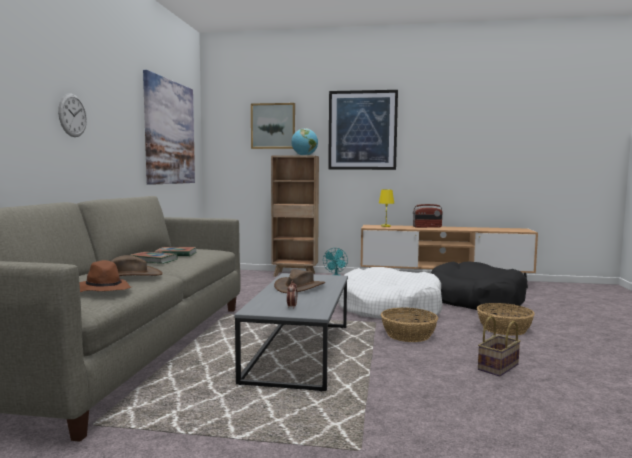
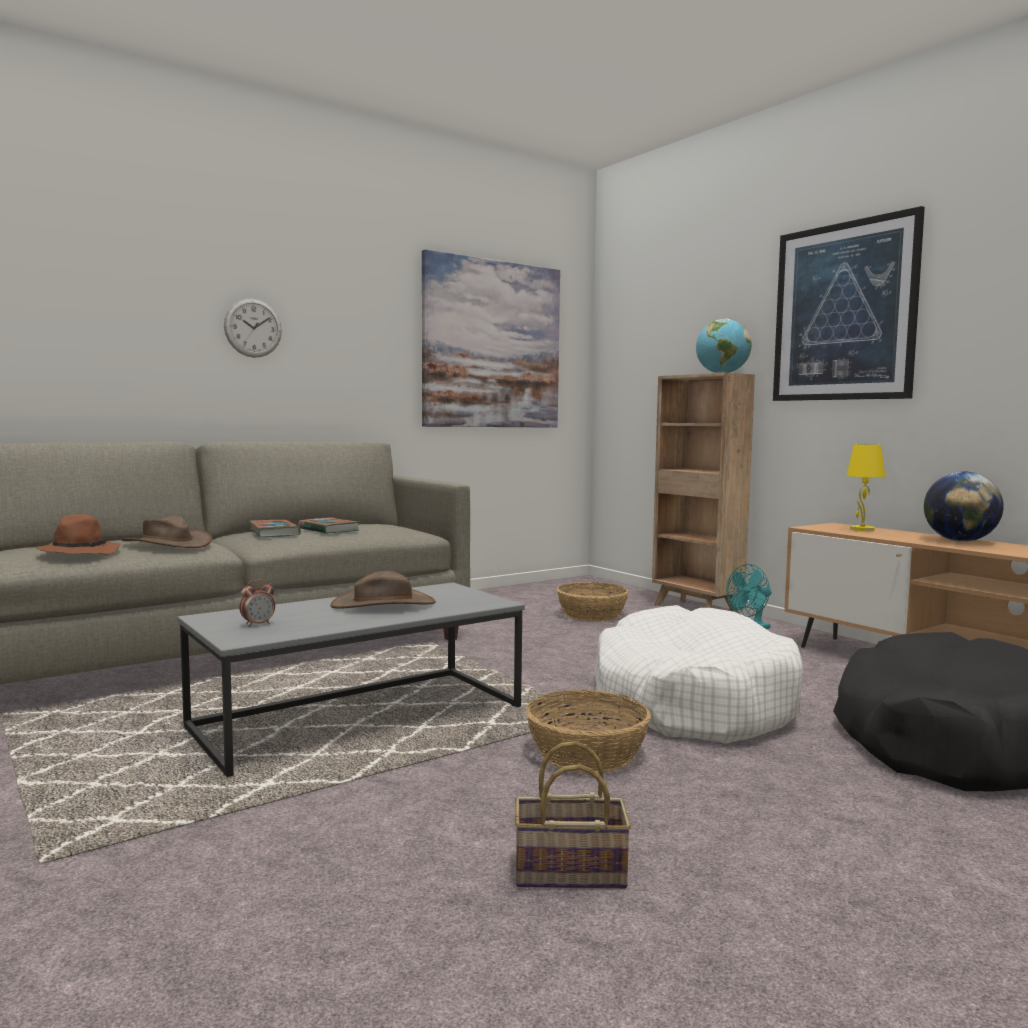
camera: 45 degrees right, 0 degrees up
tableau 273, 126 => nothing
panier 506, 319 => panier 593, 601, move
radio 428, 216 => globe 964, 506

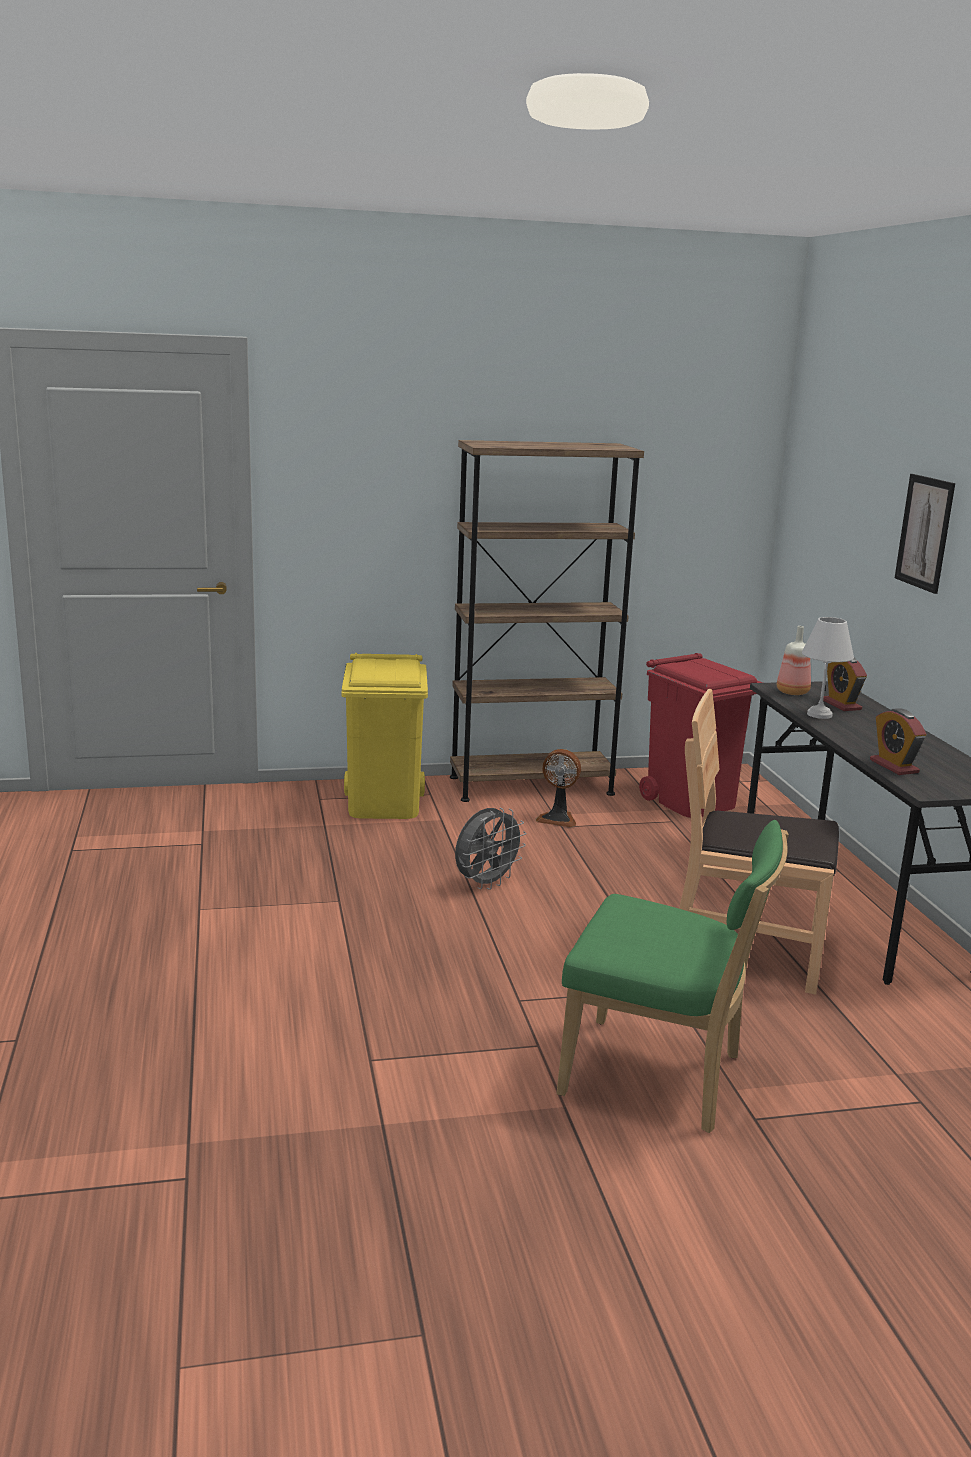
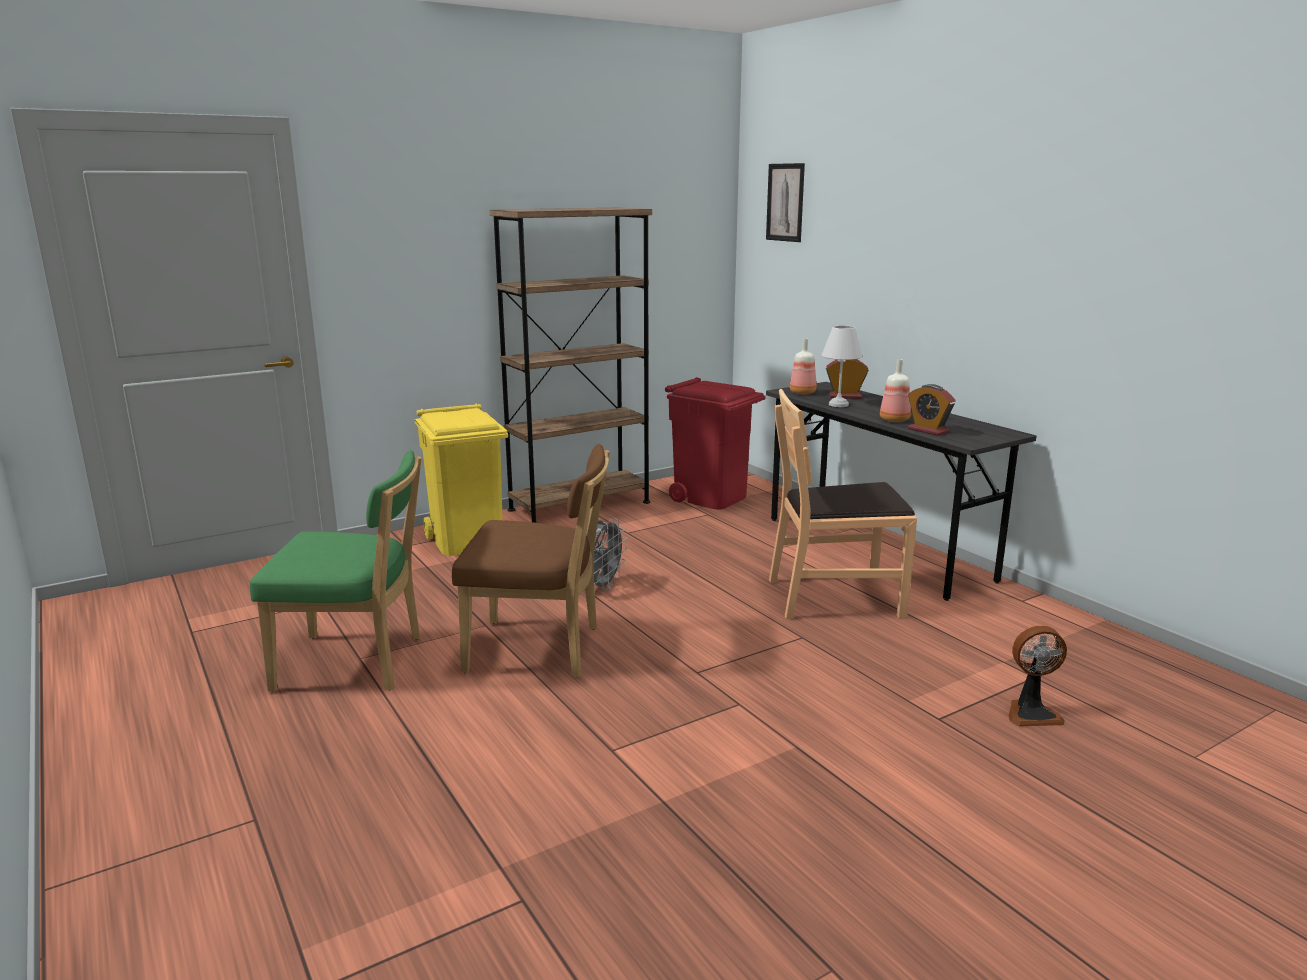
camera: 20 degrees left, 0 degrees up
nothing => chaise [marron] 531, 560
nothing => bouteille 895, 390
ventilateur 558, 788 => ventilateur 1038, 676, move
chaise [vert] 673, 976 => chaise [vert] 335, 571, move
tableau 925, 534 => tableau 785, 202, move
réveil 845, 684 => réveil 847, 379, 135 degrees clockwise

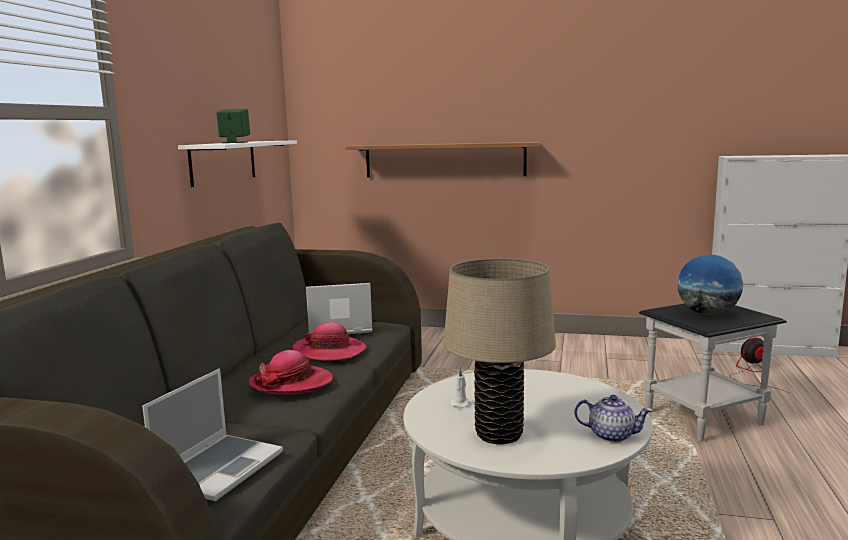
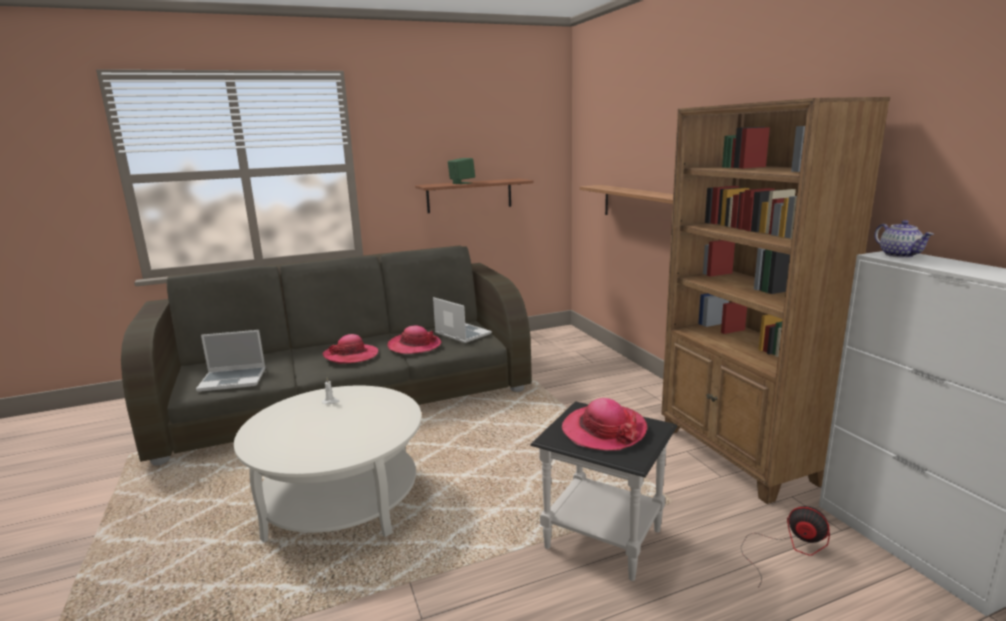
camera: 55 degrees right, 5 degrees up
lampe de table [beige] 499, 351 => nothing
nothing => bibliothèque [marron] 775, 300
théière 613, 419 => théière 904, 239, move
globe 711, 285 => chapeau 604, 424
étagère [blanc] 237, 163 => étagère [marron] 474, 195

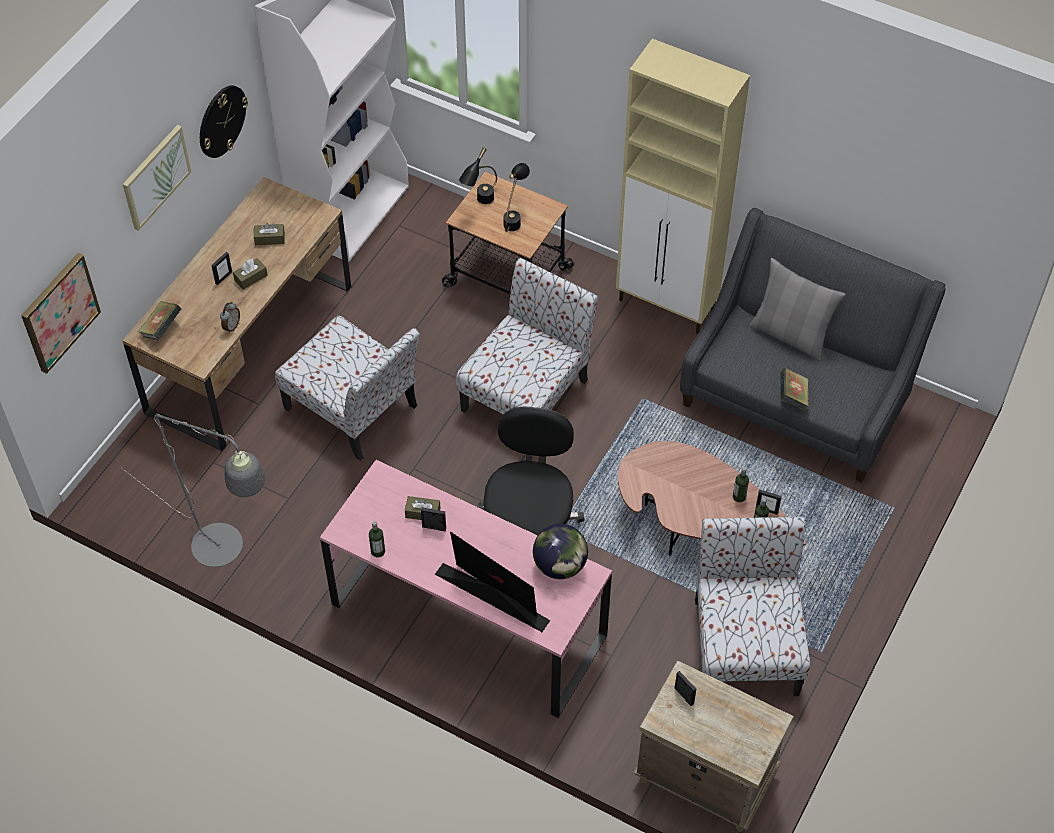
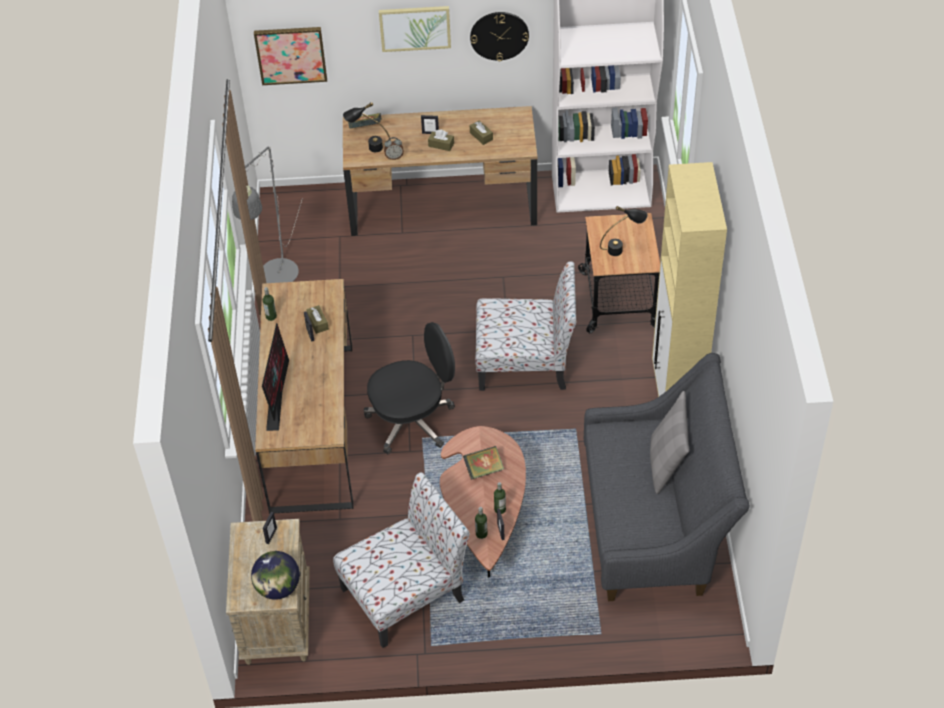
camera: 60 degrees right, 5 degrees down
chaise 347, 388 => nothing
lampe de table [noir] 478, 175 => lampe de table [noir] 366, 127, move
globe 560, 551 => globe 275, 575, move
livre 794, 389 => livre 483, 463, move
bureau [rose] 466, 589 => bureau [marron] 304, 396

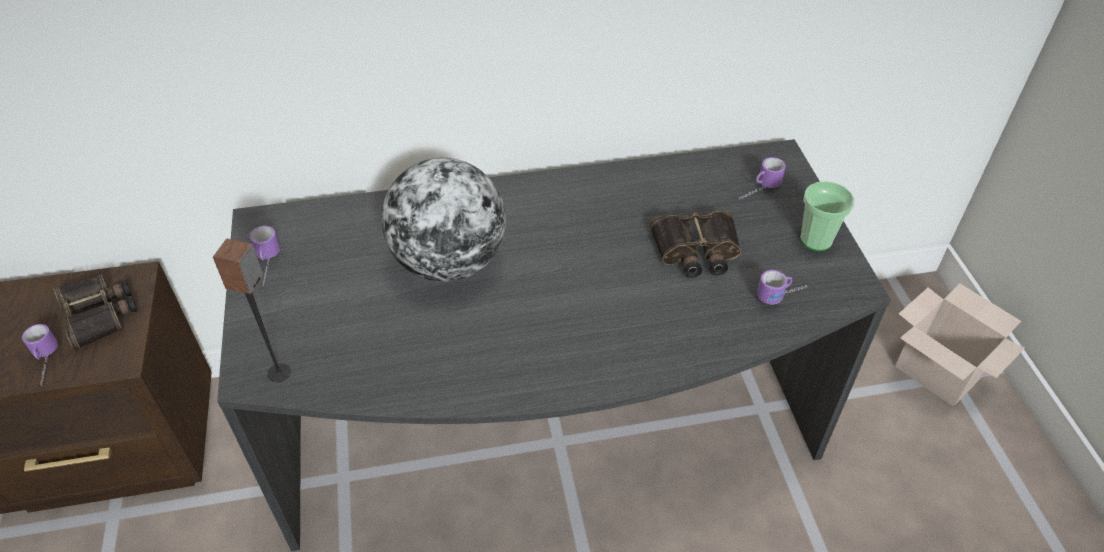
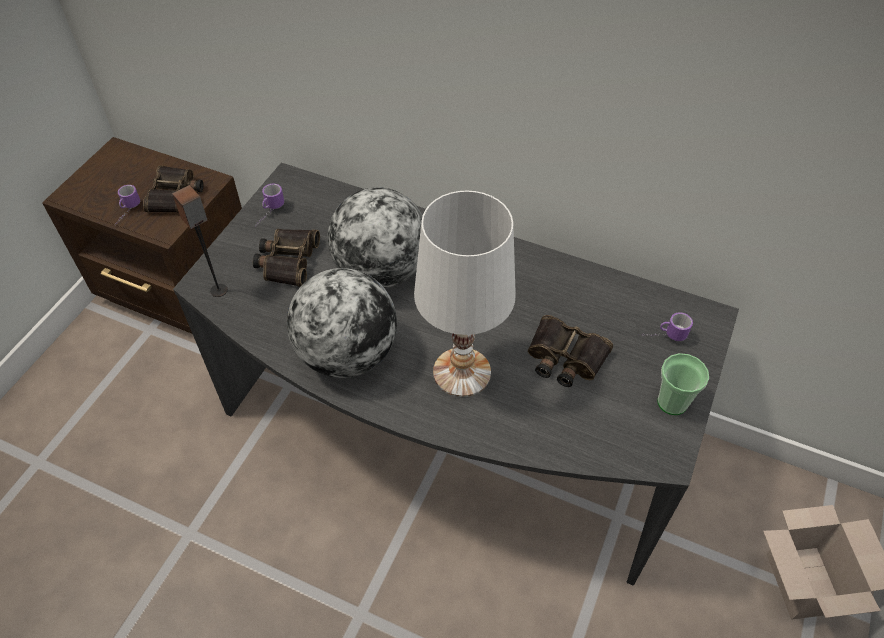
camera: 35 degrees right, 5 degrees up
mug 782, 287 => nothing
nothing => jumelles 286, 258
nothing => globe 342, 323
nothing => lampe de table [blanc] 465, 294

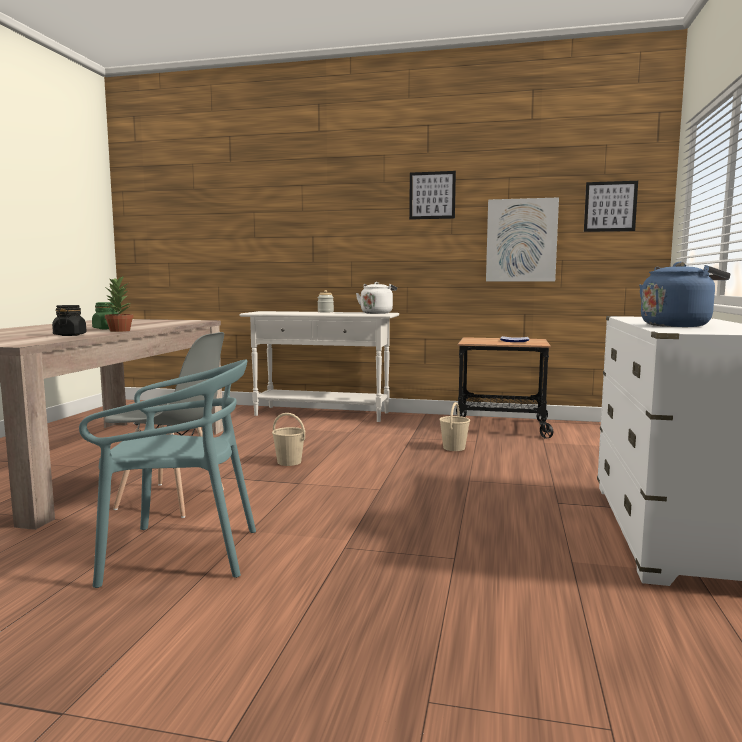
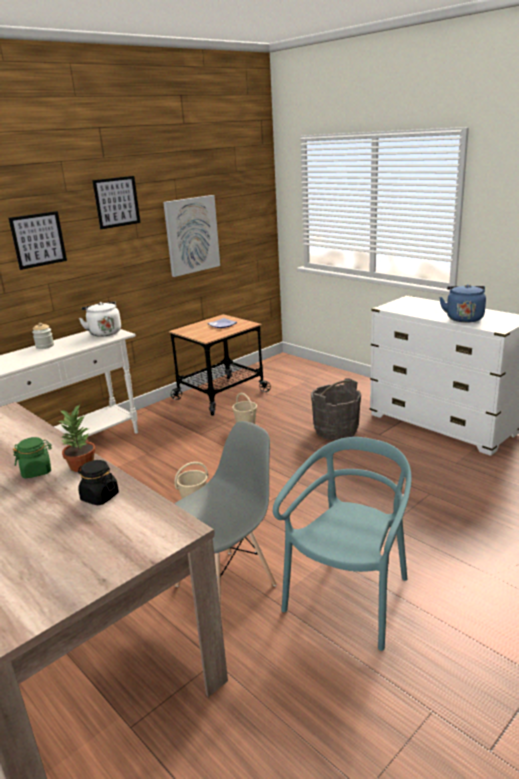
camera: 55 degrees left, 15 degrees up
nothing => seau [gris] 336, 409
tableau 611, 206 => tableau 38, 240, move

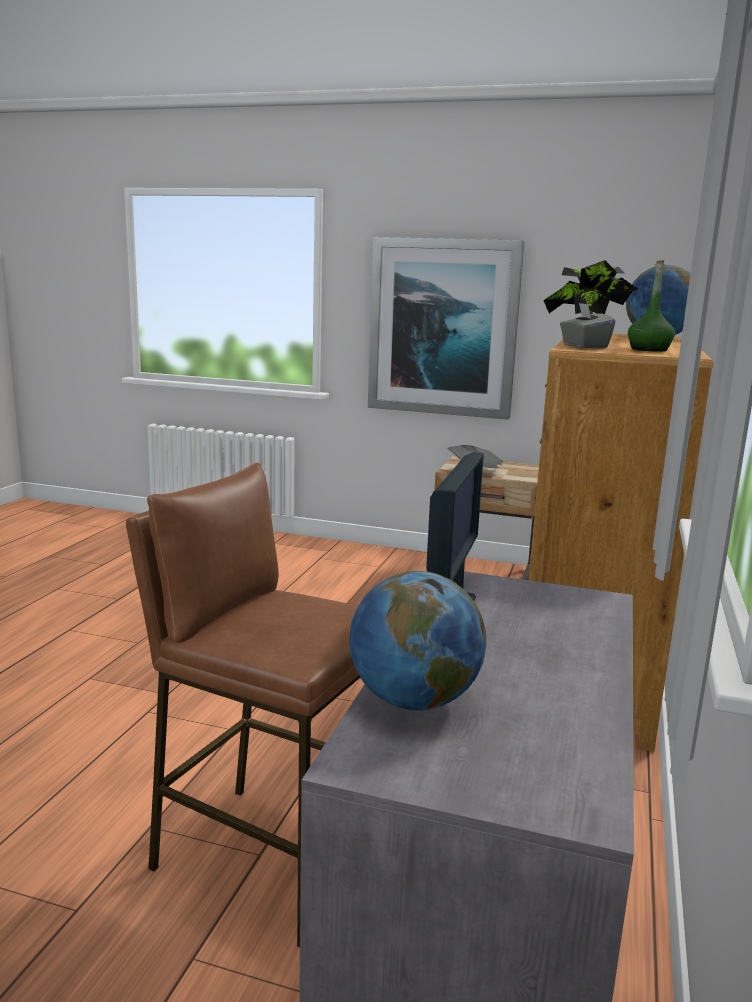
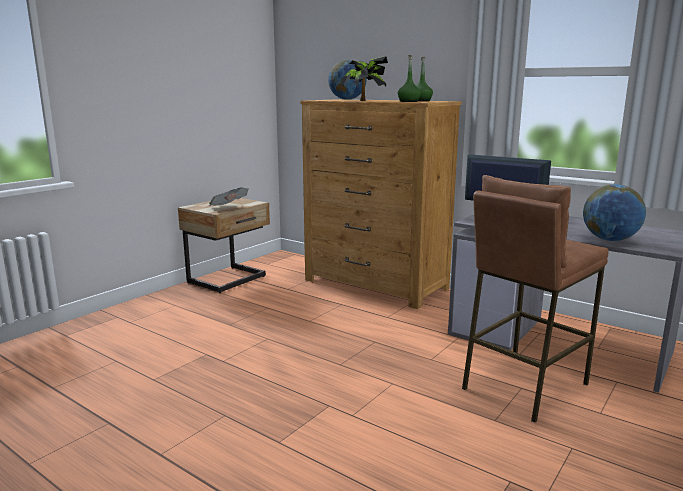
camera: 70 degrees left, 0 degrees up
tableau 446, 328 => nothing
boîte à mouchoirs [gris] 587, 325 => bouteille [vert] 409, 78

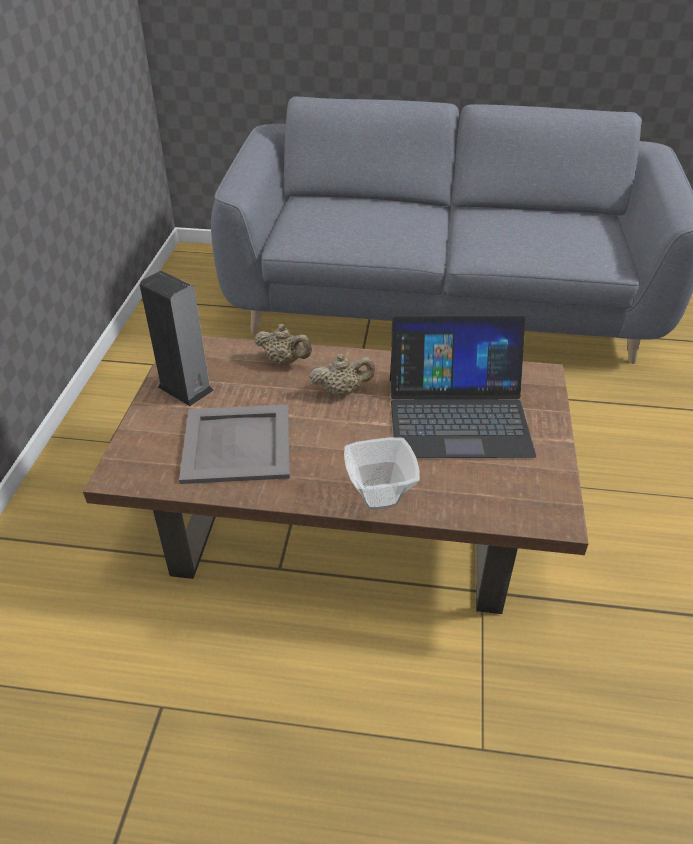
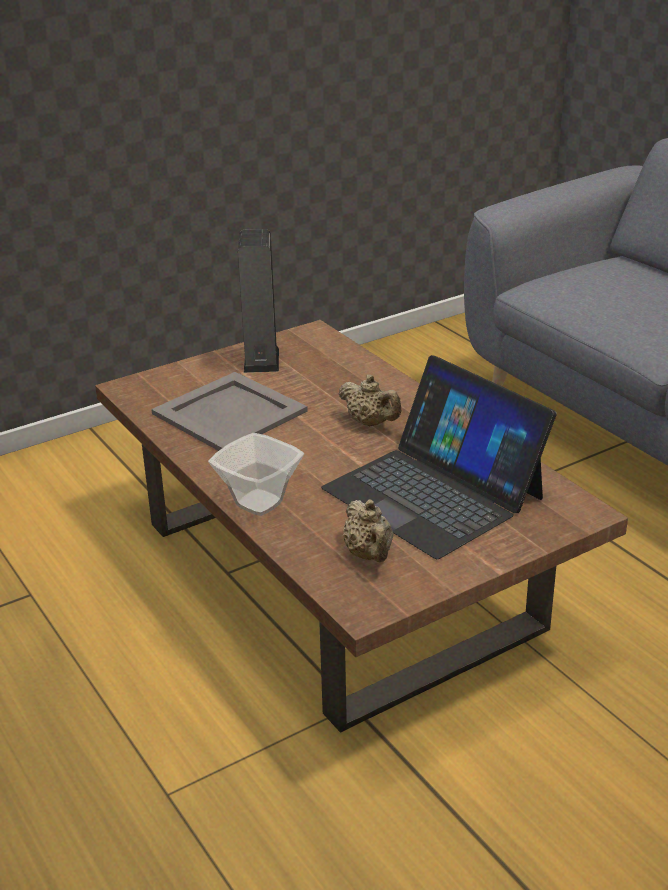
camera: 50 degrees right, 10 degrees down
théière [beige] 283, 344 => théière [beige] 368, 531, move

